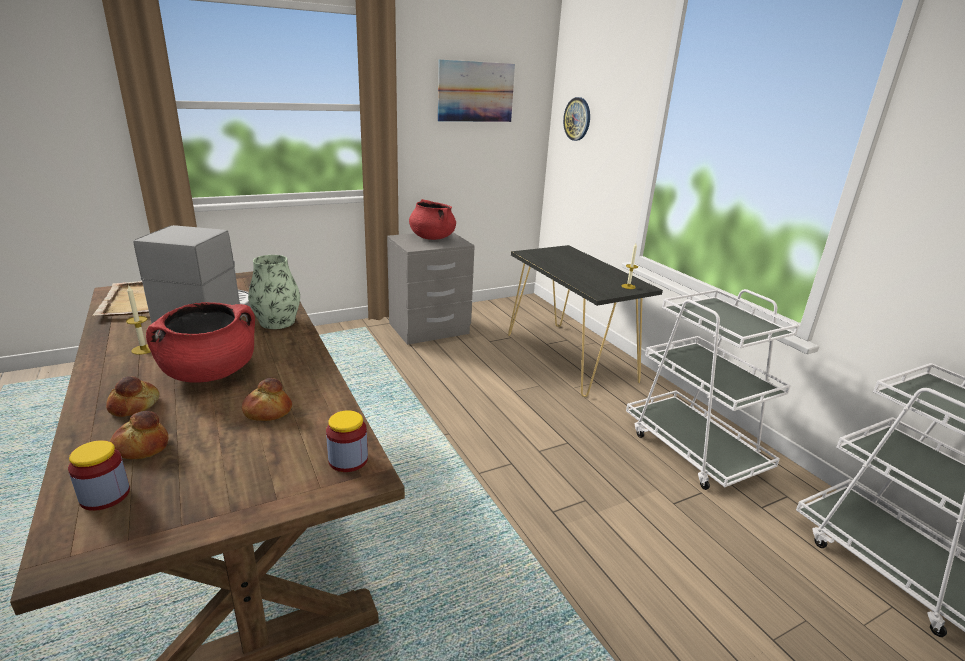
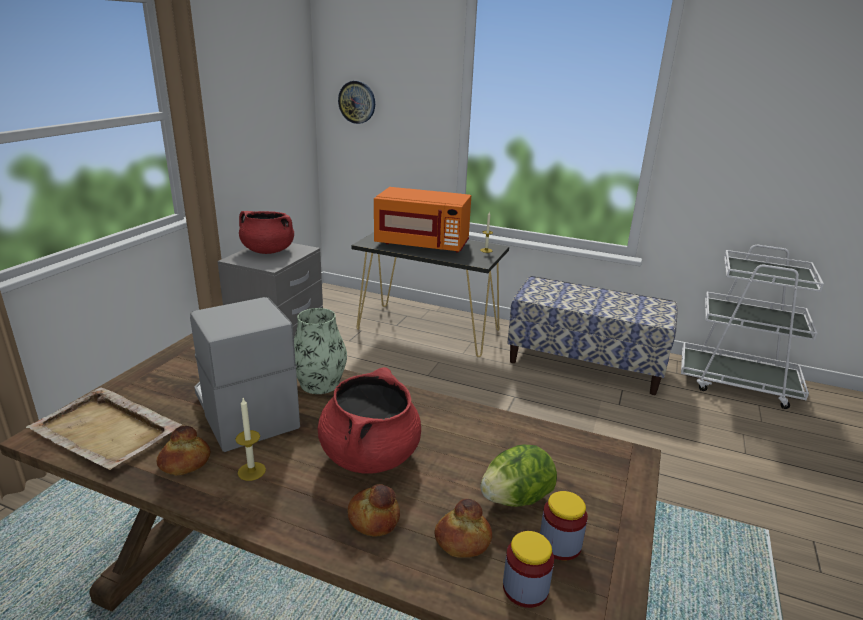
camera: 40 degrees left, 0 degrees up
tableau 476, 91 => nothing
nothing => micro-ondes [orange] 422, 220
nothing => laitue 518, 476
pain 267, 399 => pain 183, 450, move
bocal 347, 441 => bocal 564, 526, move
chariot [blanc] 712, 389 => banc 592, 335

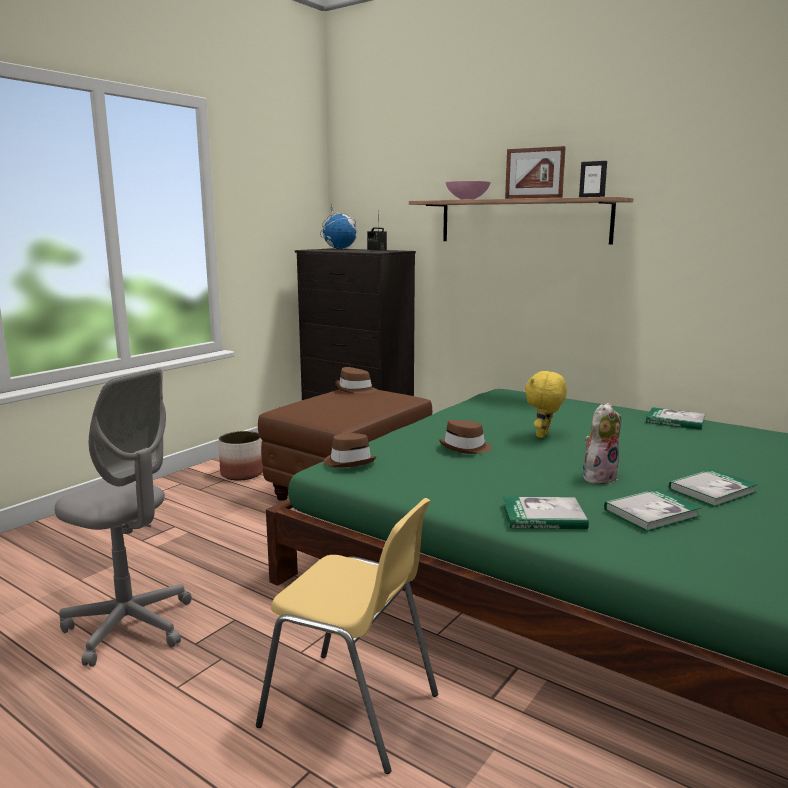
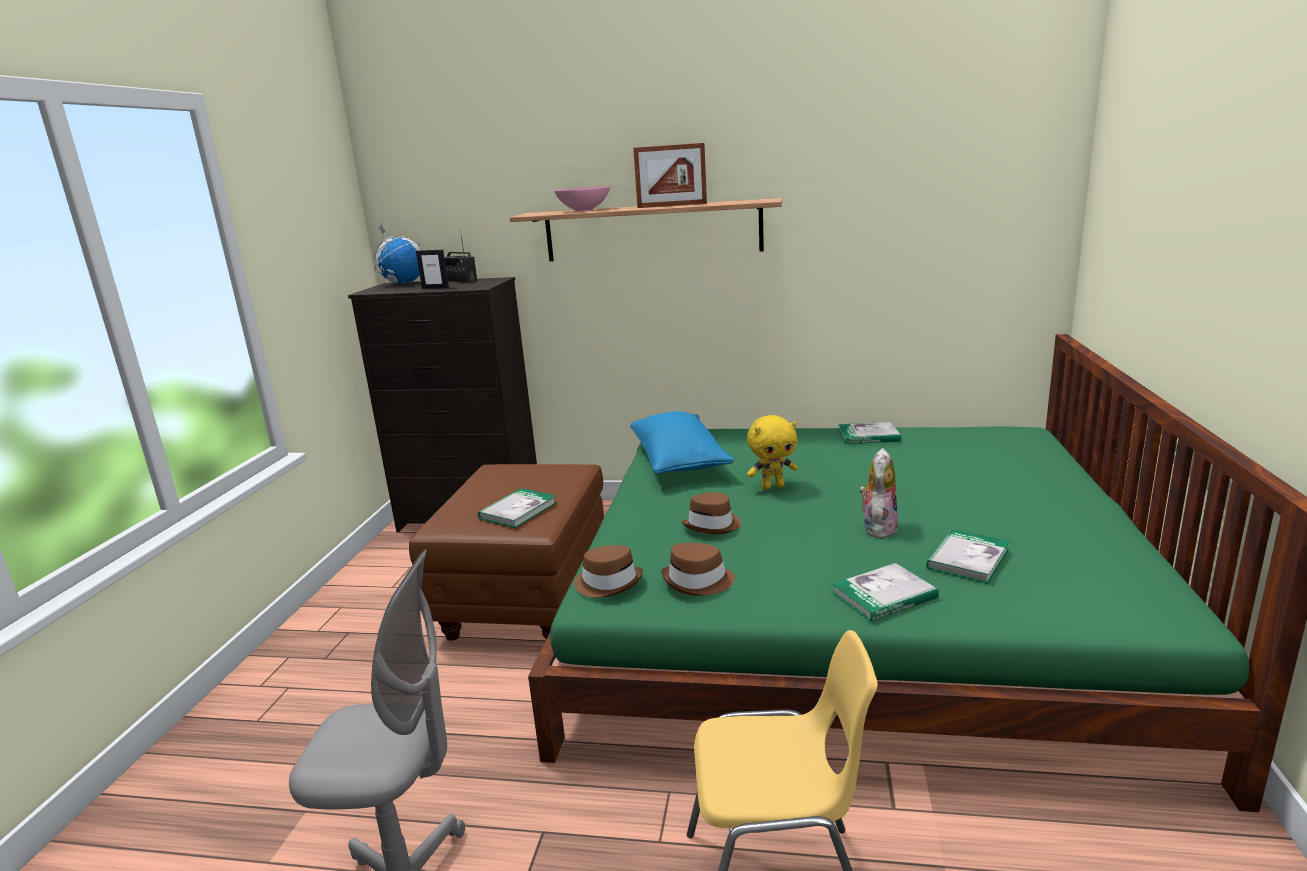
camera: 25 degrees left, 5 degrees up
cache-pot 240, 456 => nothing
nothing => coussin [bleu] 682, 442
chapeau [marron] 356, 380 => chapeau [marron] 698, 569, move
cadre photo 593, 179 => cadre photo 432, 269, move
livre 713, 488 => livre 517, 508, move
peluche [jaune] 546, 404 => peluche [jaune] 772, 452, 105 degrees counterclockwise

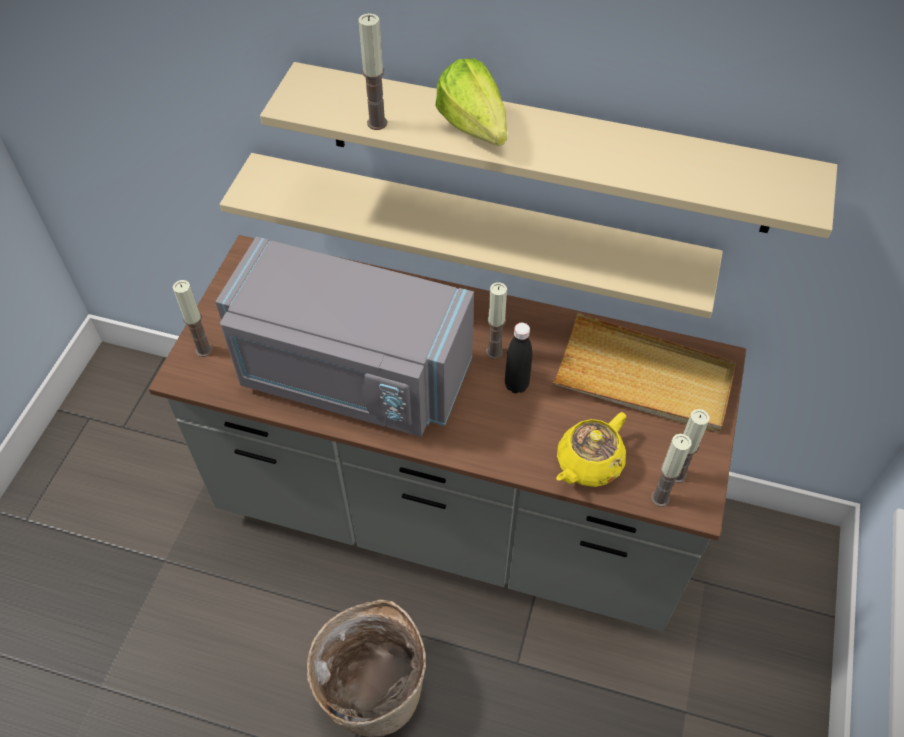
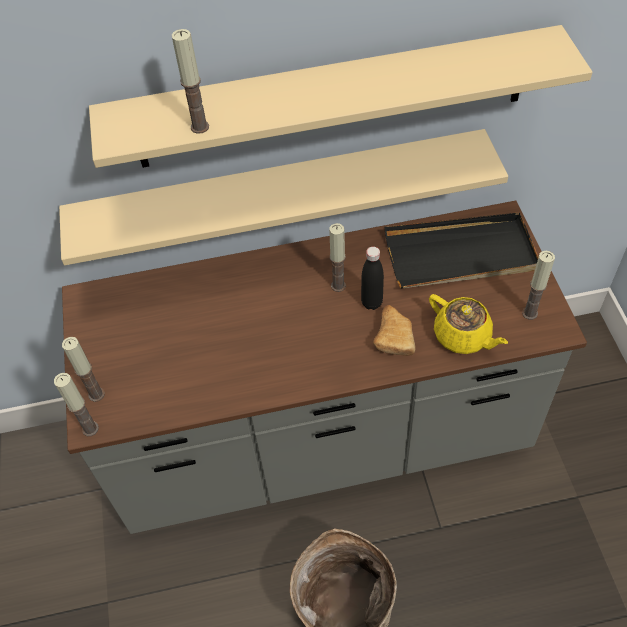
camera: 25 degrees left, 0 degrees up
micro-ondes [gris] 344, 337 => nothing
laitue 471, 102 => nothing
nothing => pain 394, 330
bougie 671, 470 => bougie 76, 404, move
plateau [beige] 644, 373 => plateau [noir] 462, 251
théière [jaune] 591, 449 => théière [jaune] 468, 324, 60 degrees counterclockwise

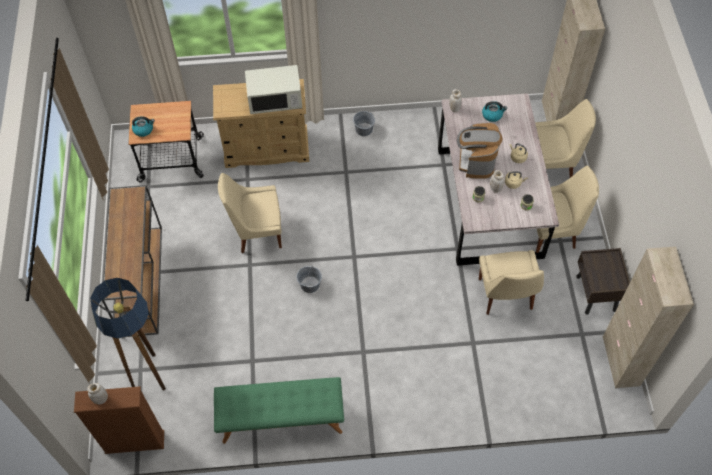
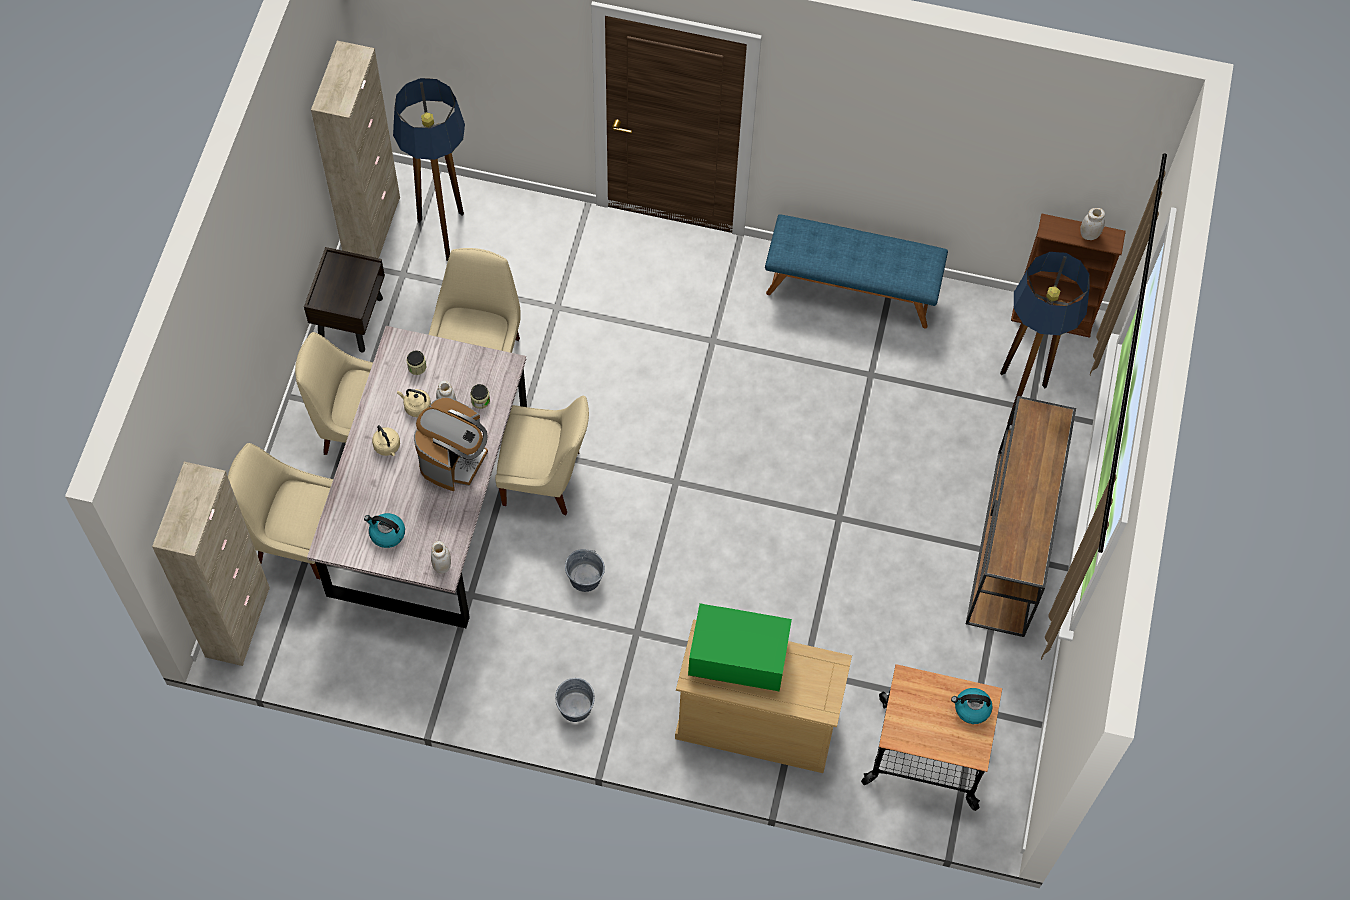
camera: 165 degrees left, 5 degrees up
nothing => lampadaire 429, 169
chaise [beige] 250, 213 => chaise [beige] 542, 456, move
seau [gris] 309, 279 => seau [gris] 585, 570, move
banc [vert] 279, 410 => banc [bleu] 856, 271
micro-ondes [blanc] 273, 89 => micro-ondes [vert] 740, 647

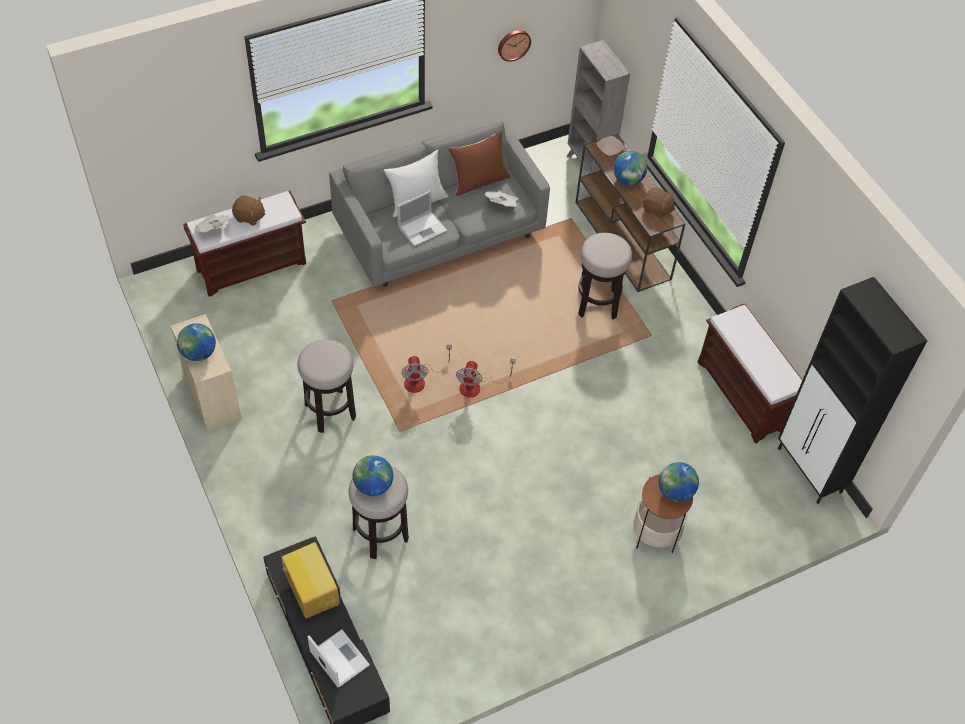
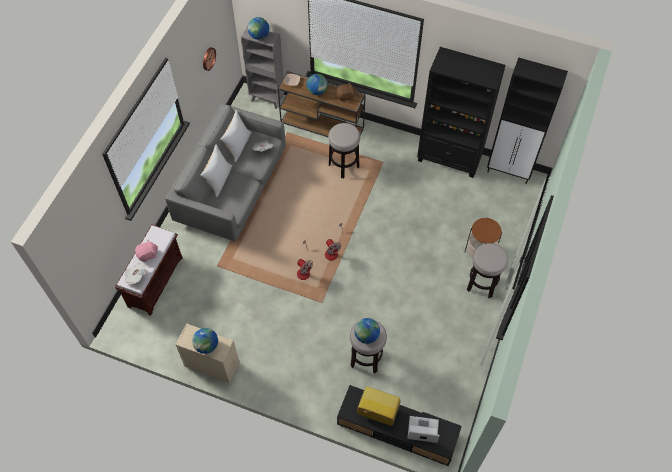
camera: 40 degrees left, 5 degrees up
ordinateur portable 422, 218 => nothing
tabouret 327, 386 => tabouret 487, 270, move
globe 679, 482 => globe 258, 28, move
banc [marron] 750, 373 => bibliothèque [noir] 461, 112
peluche [marron] 249, 210 => peluche [rose] 146, 251
coussin [marron] 479, 163 => coussin [blanc] 236, 136

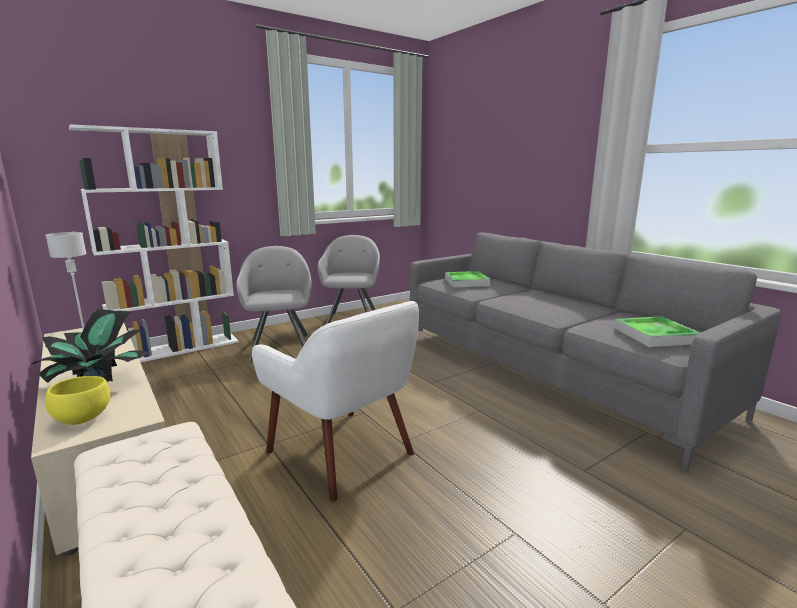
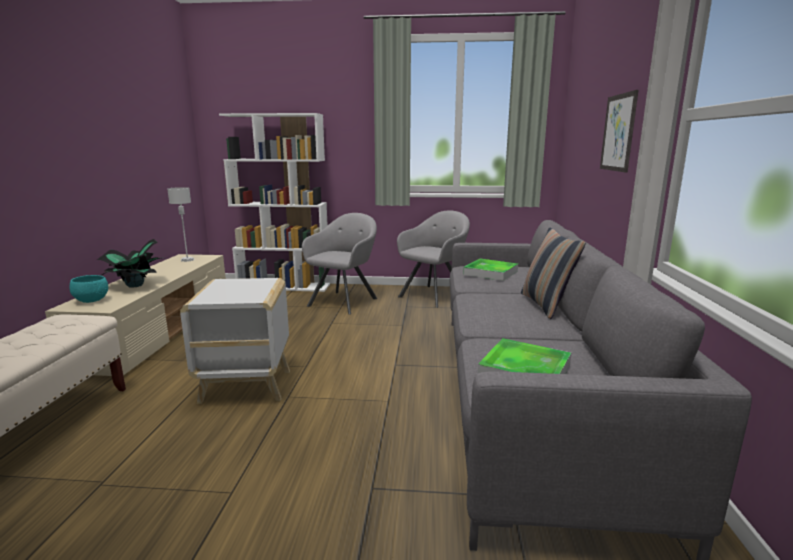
camera: 40 degrees right, 0 degrees up
nothing => coussin 553, 273
nothing => tableau 619, 131
fauteuil [blanc] 335, 401 => table d'appoint [blanc] 235, 341
bol [jaune] 77, 400 => bol [turquoise] 88, 289

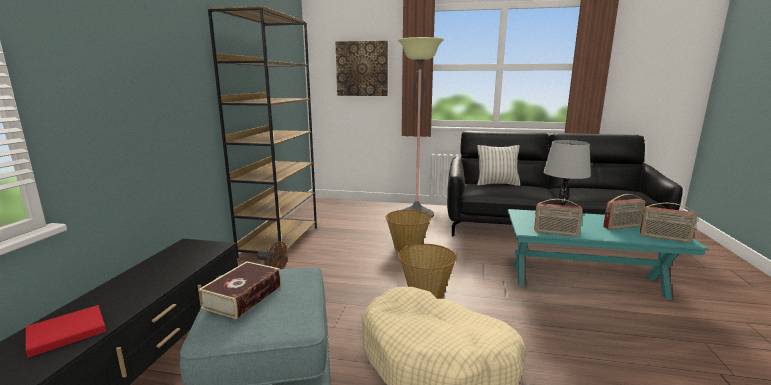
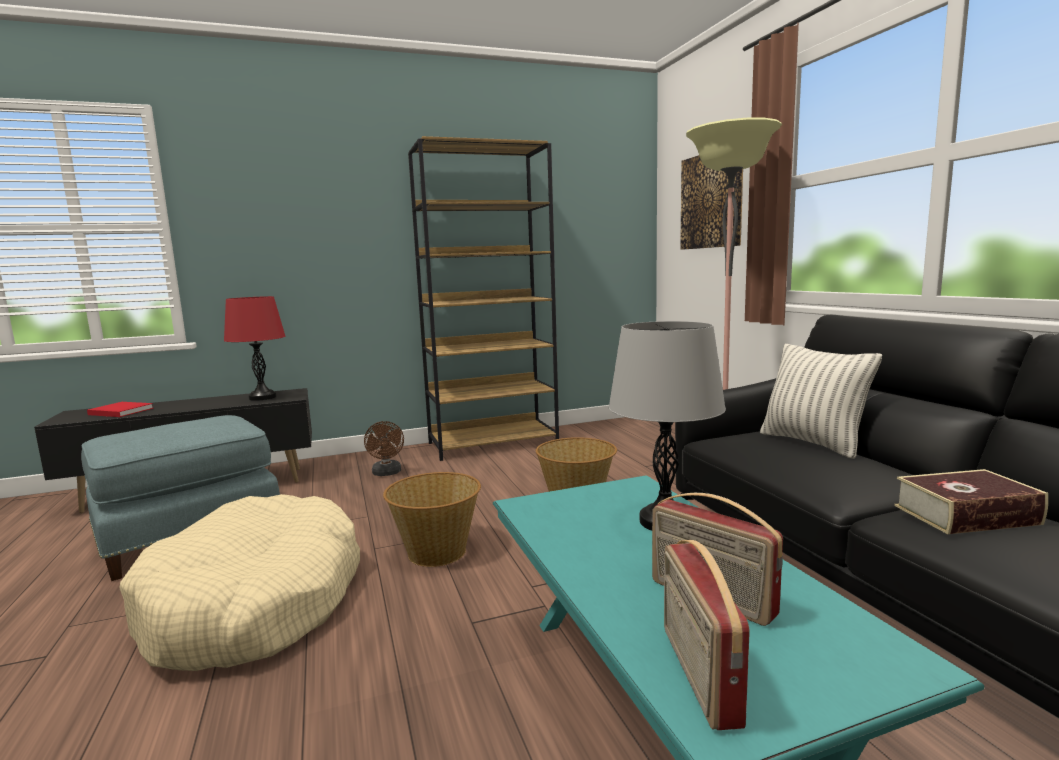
camera: 60 degrees right, 5 degrees down
radio 558, 217 => nothing
nothing => lampe de table [rouge] 254, 348
livre 239, 290 => livre 971, 501, move

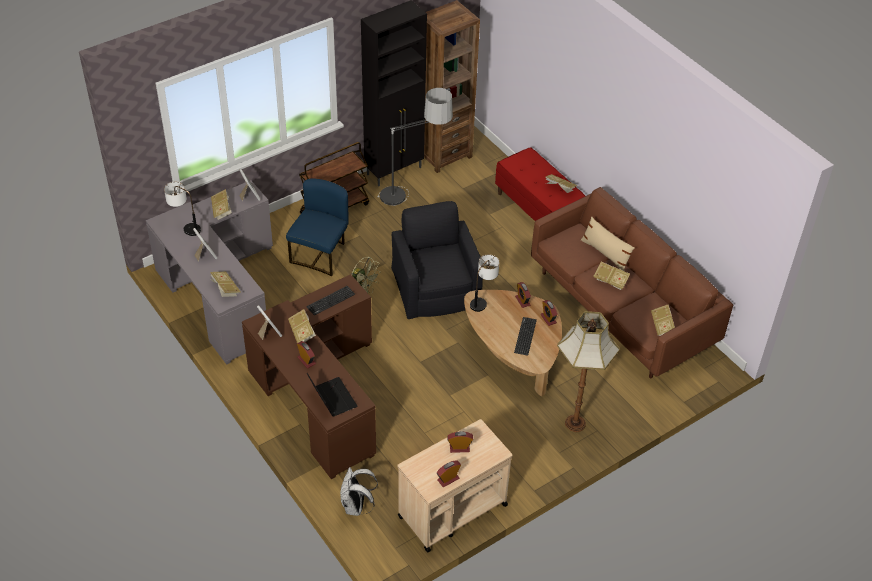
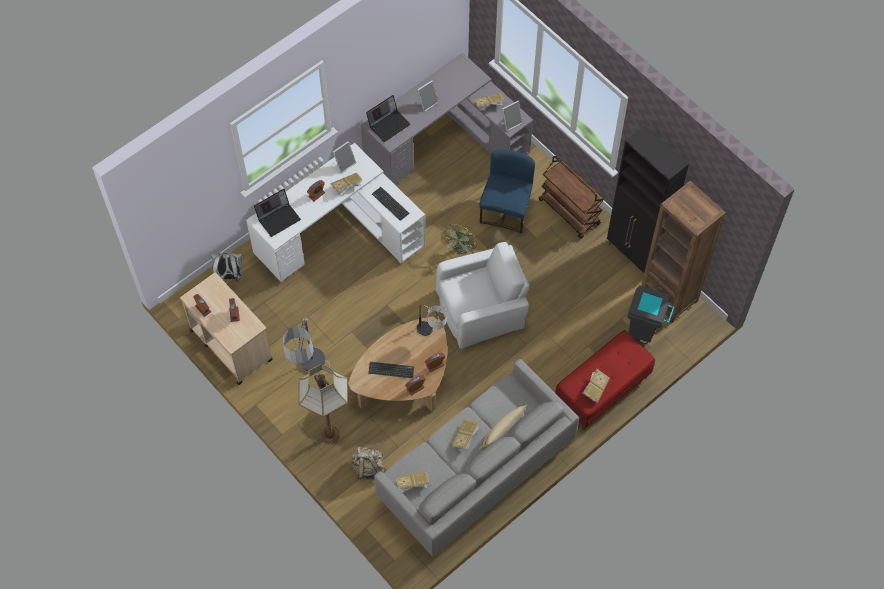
camera: 85 degrees right, 15 degrees up
lampe de table 182, 209 => nothing
nothing => sac à dos [beige] 369, 462
nothing => poubelle [gris] 650, 314
lampadaire 415, 147 => lampadaire 306, 346, move
livre 225, 284 => ordinateur portable 388, 118
bureau [marron] 309, 376 => bureau [blanc] 336, 212
fauteuil [noir] 437, 260 => fauteuil [blanc] 483, 295
canapé [marron] 632, 282 => canapé [gris] 476, 458
chaise [bleu] 317, 227 => chaise [bleu] 507, 191, 90 degrees counterclockwise

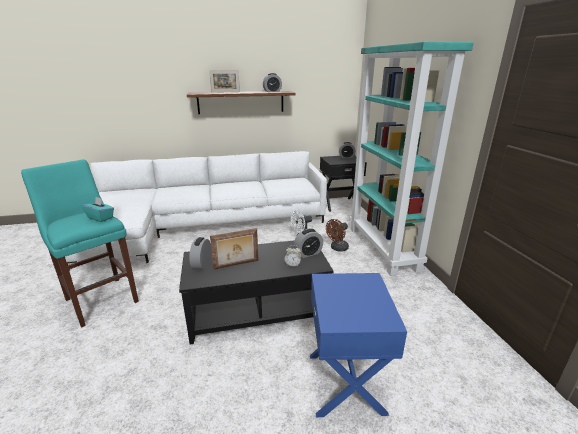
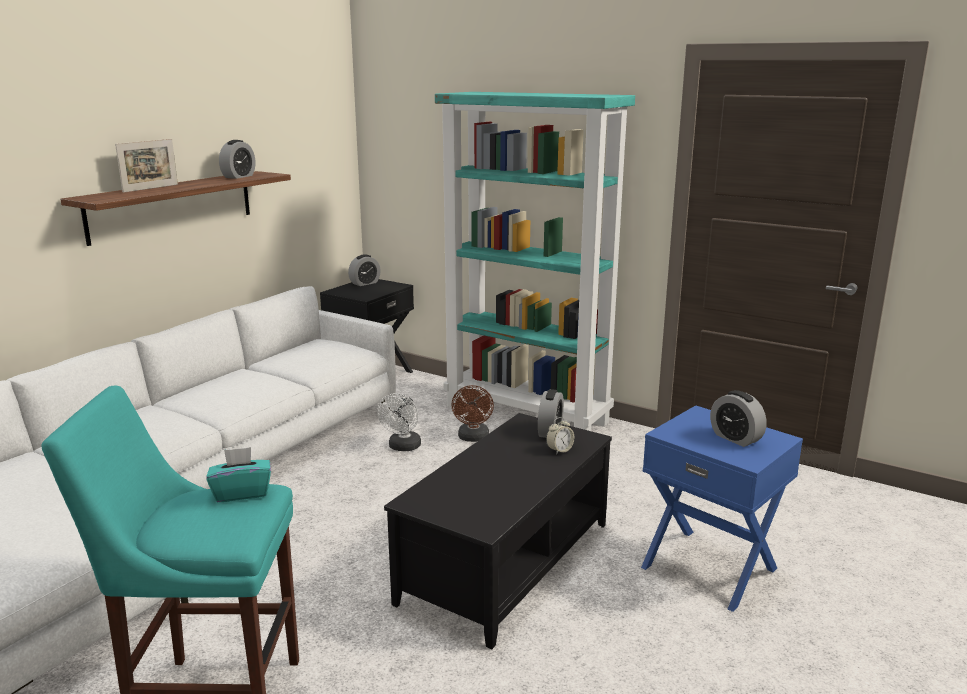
camera: 45 degrees left, 5 degrees down
cadre photo 234, 248 => nothing
réveil 200, 253 => réveil 738, 418, move

